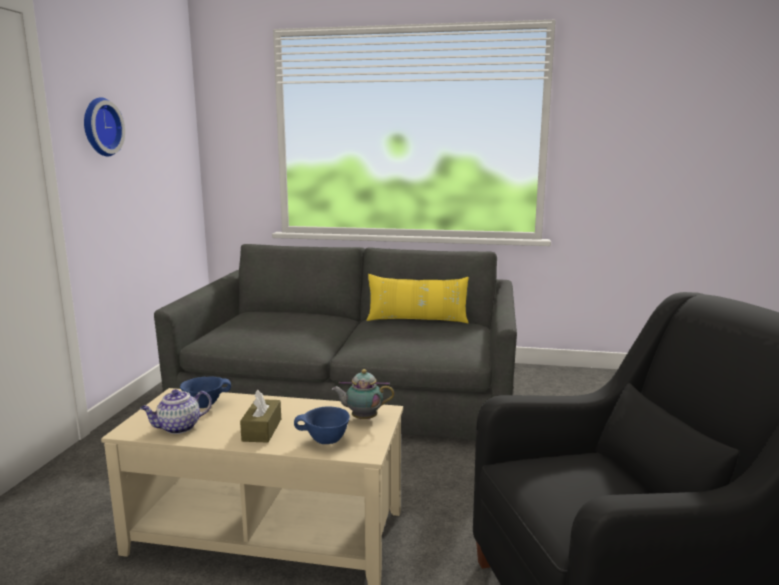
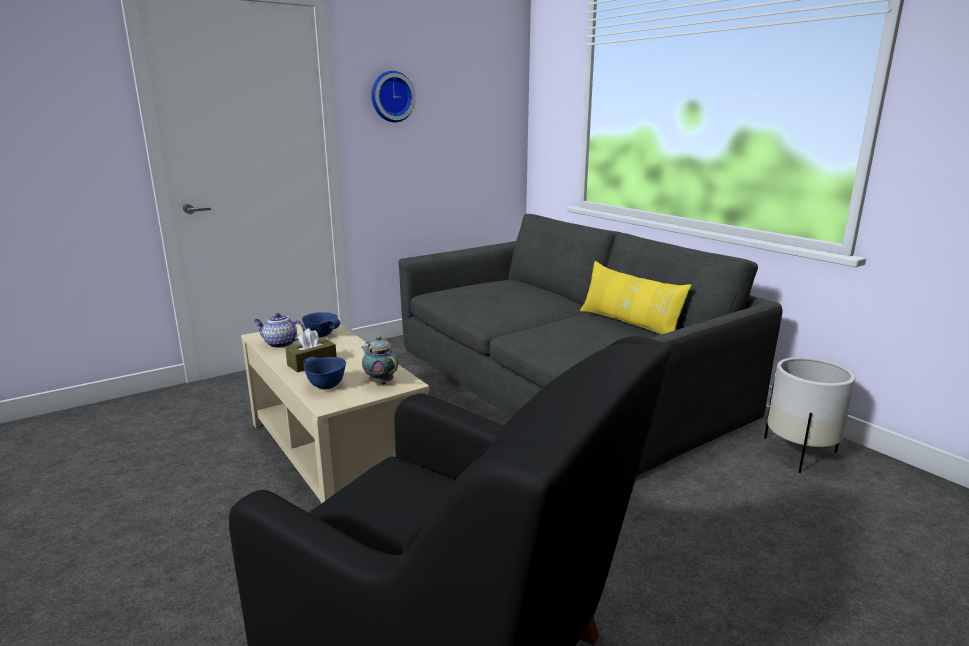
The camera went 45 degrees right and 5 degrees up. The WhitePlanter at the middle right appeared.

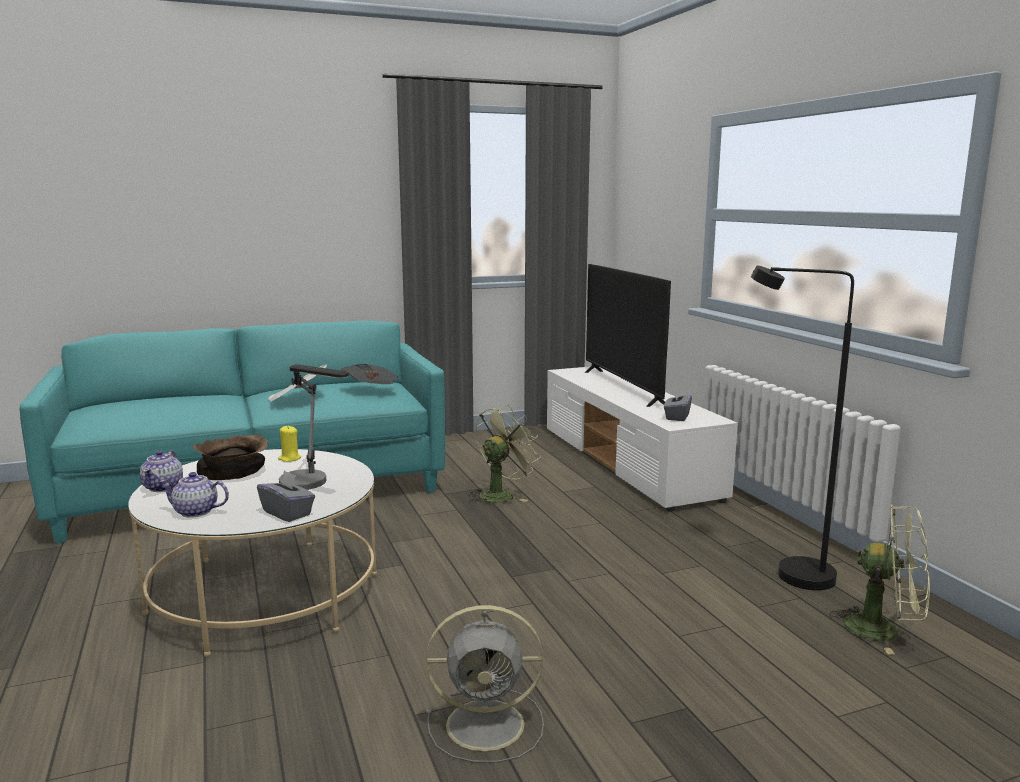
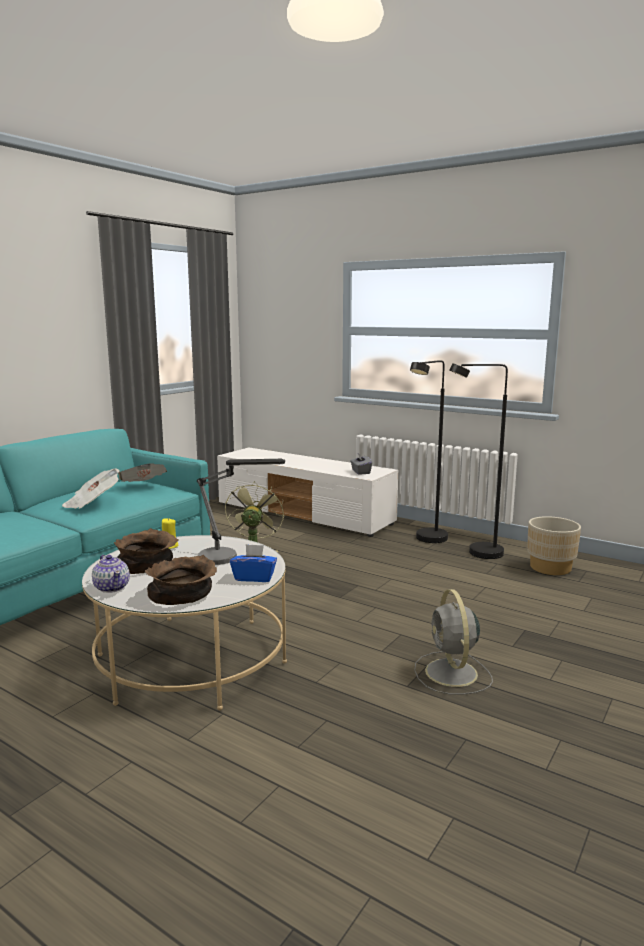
The camera went 35 degrees left and 0 degrees up. The Television at the centre disappeared. The BlackFloorLamp (1st from left) at the centre appeared. The Teapot (2nd from left) at the middle left was replaced by the BrownBowl (2nd from left) at the middle left. The GreenFan (2nd from left) at the bottom right was replaced by the BeigePlanter at the middle right. The GreyTissueBox (1st from left) at the middle left became the BlueTissueBox at the centre. The GreyFan at the bottom centre turned 120 degrees clockwise.

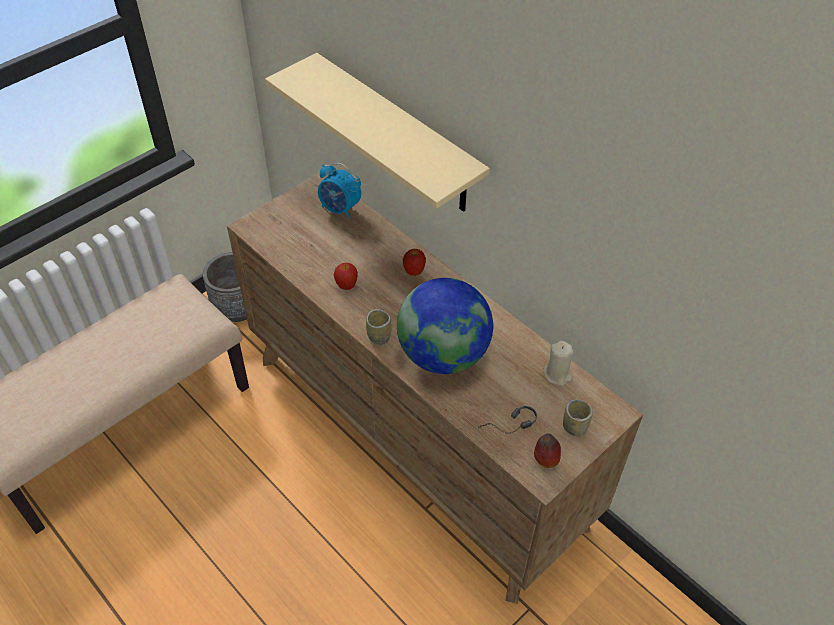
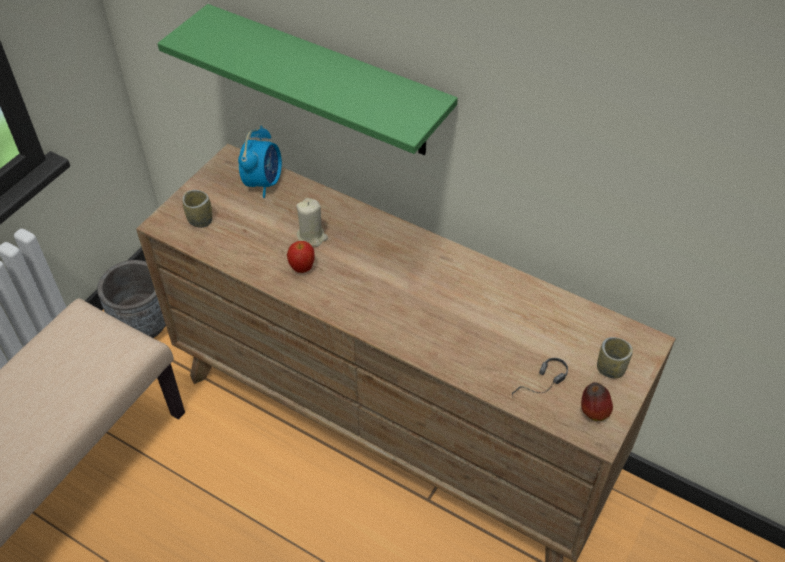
The camera went 15 degrees left and 0 degrees up. The Globe at the centre disappeared. The Apple (2nd from left) at the centre disappeared. The Cup (1st from left) moved from the centre to the middle left. The BeigeCandle moved from the middle right to the centre. The BeigeShelf at the top centre became the GreenShelf at the top centre. The AlarmClock at the top centre turned 90 degrees counterclockwise.

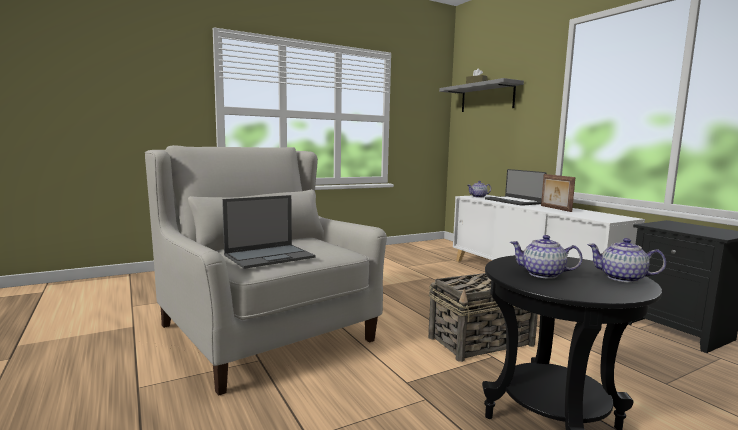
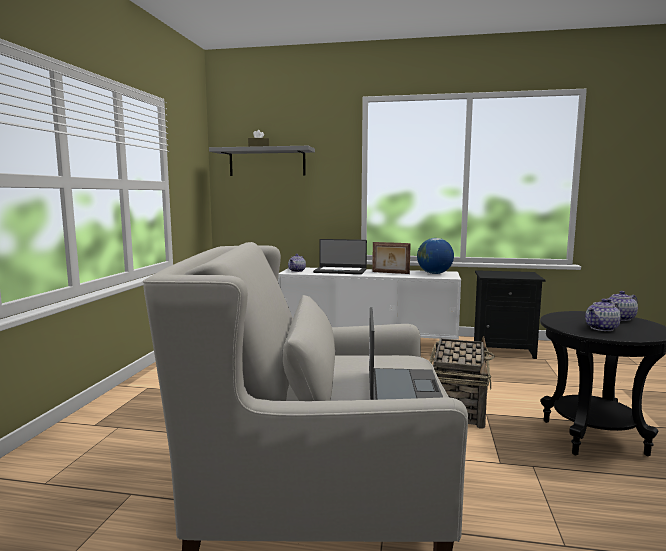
The camera went 50 degrees left and 0 degrees up. The Globe at the centre appeared.

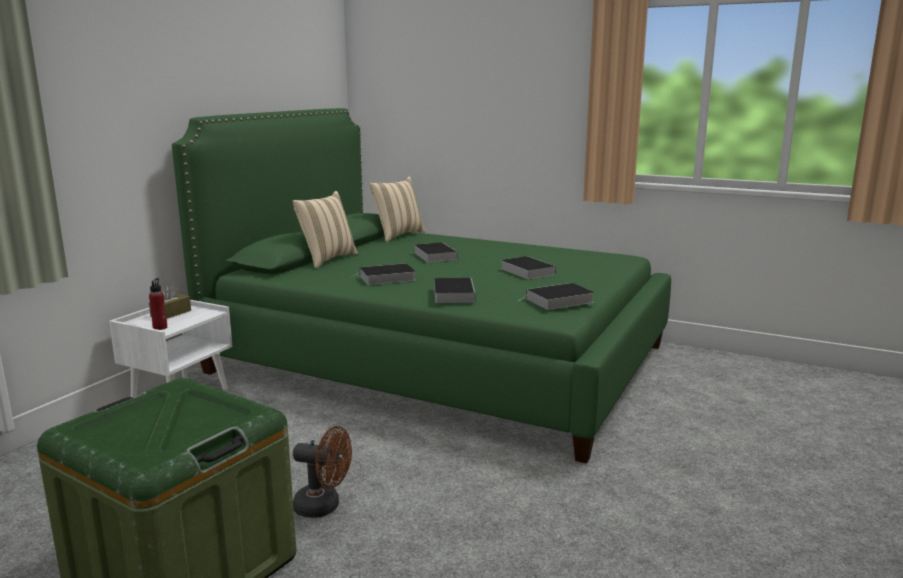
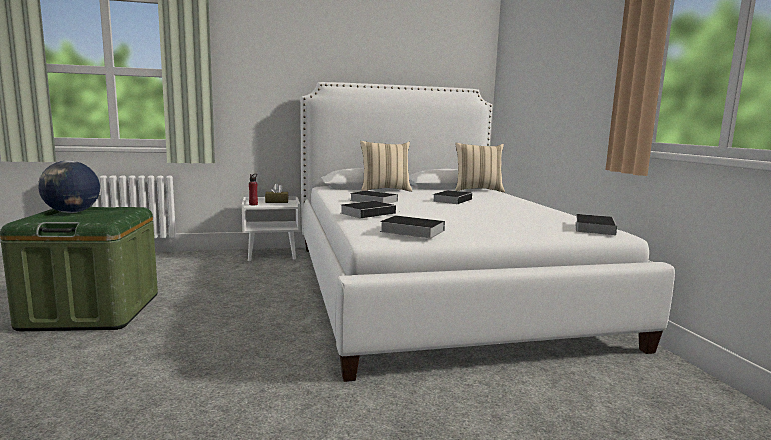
The camera went 50 degrees right and 5 degrees down. The BrownFan at the bottom centre disappeared. The Globe at the middle left appeared. The Book (4th from left in the first image) moved from the centre to the middle right. The GreenBed at the centre became the WhiteBed at the centre.

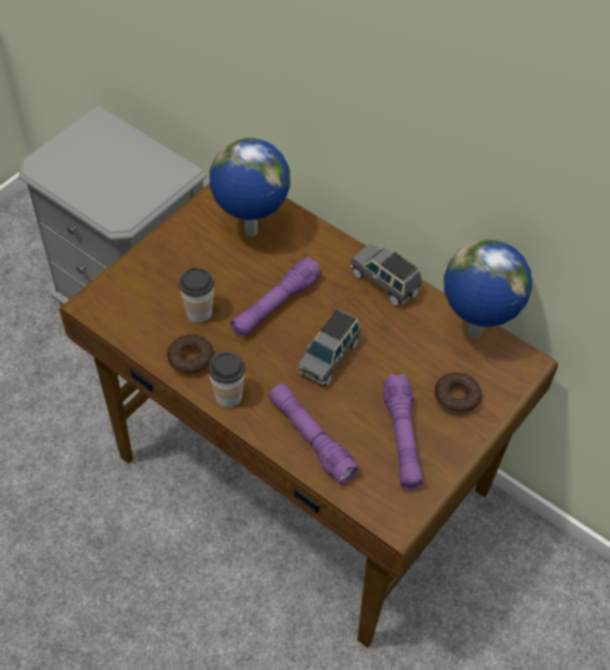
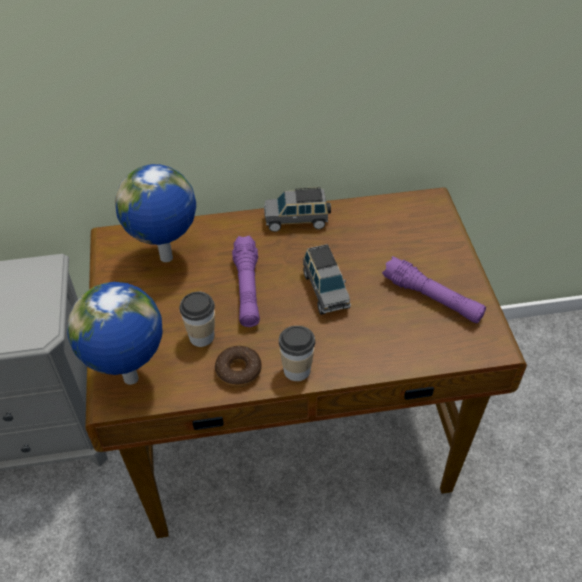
The camera went 45 degrees left and 5 degrees down. The PurpleFlashlight (2nd from left) at the centre disappeared. The Donut (2nd from left) at the middle right disappeared. The Globe (2nd from left in the first image) moved from the middle right to the middle left.

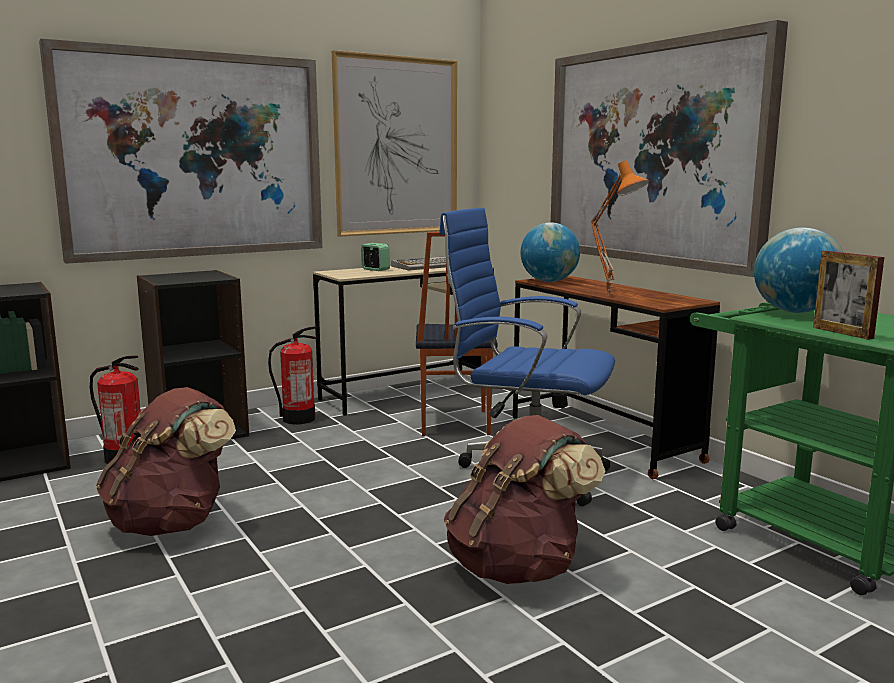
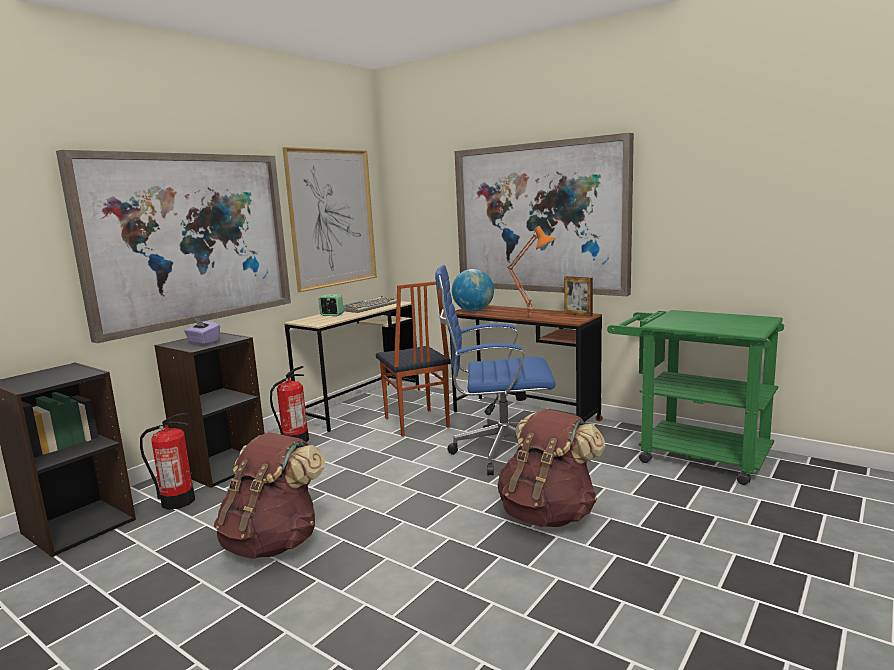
The camera went 20 degrees left and 0 degrees up. The Globe (2nd from left) at the middle right disappeared. The PurpleTissueBox at the middle left appeared. The PictureFrame moved from the middle right to the centre.

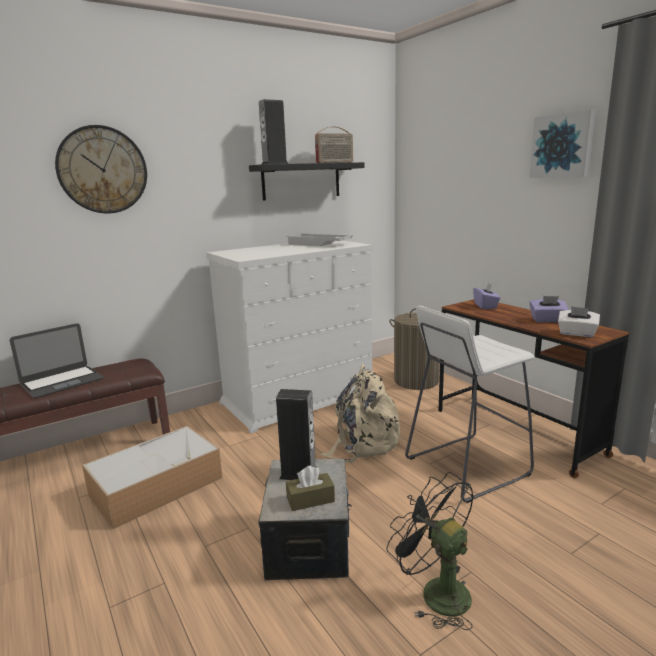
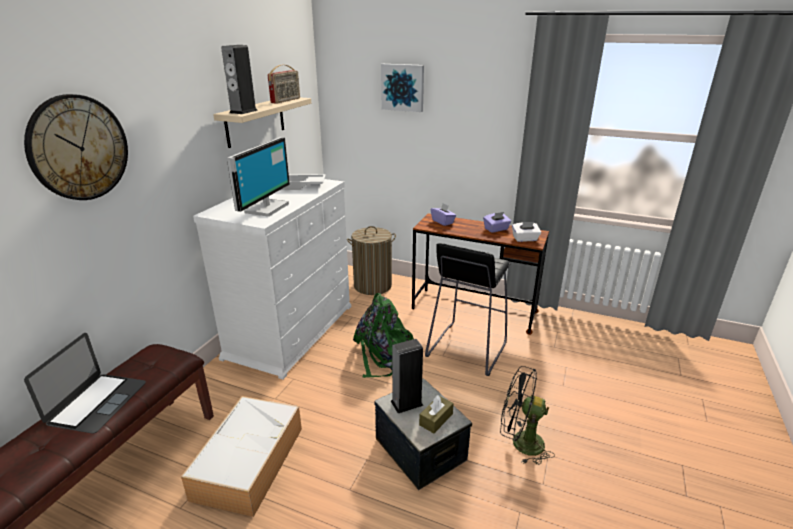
The camera went 35 degrees left and 10 degrees up. The Monitor at the middle left appeared. The Picture moved from the top right to the top centre. The BlackShelf at the top centre became the BeigeShelf at the top left. The BeigeBackpack at the centre became the GreenBackpack at the centre. The WhiteStool at the middle right became the BlackStool at the centre.

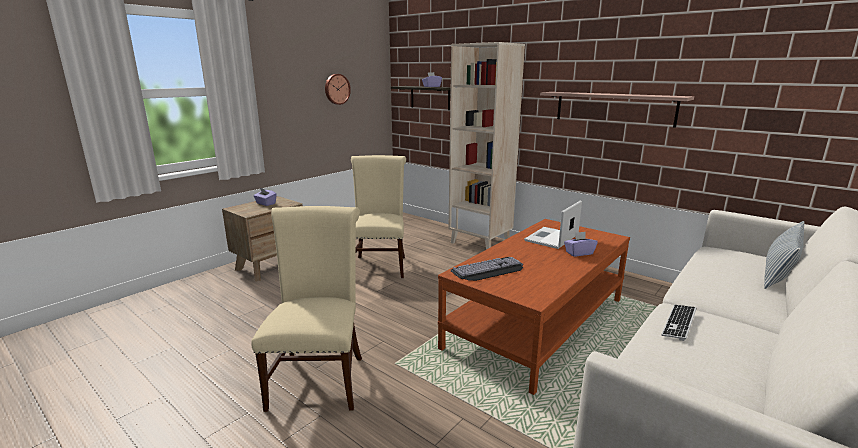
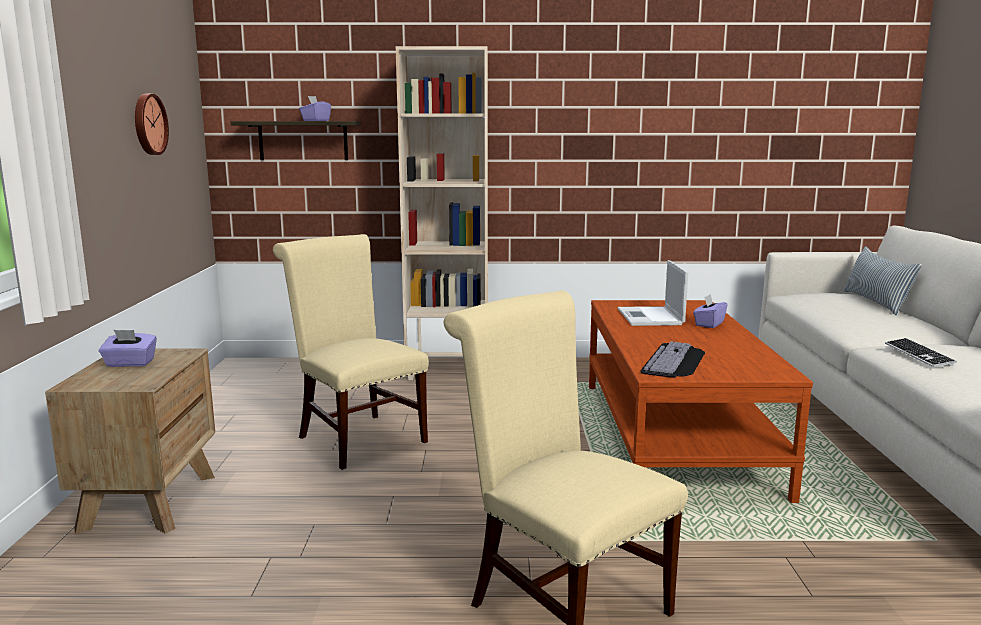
The camera went 40 degrees left and 5 degrees down. The Shelf (2nd from left) at the top right disappeared.

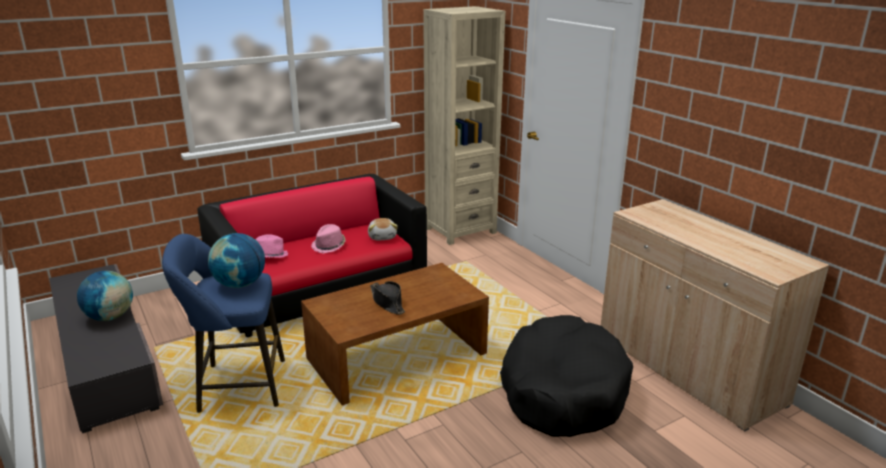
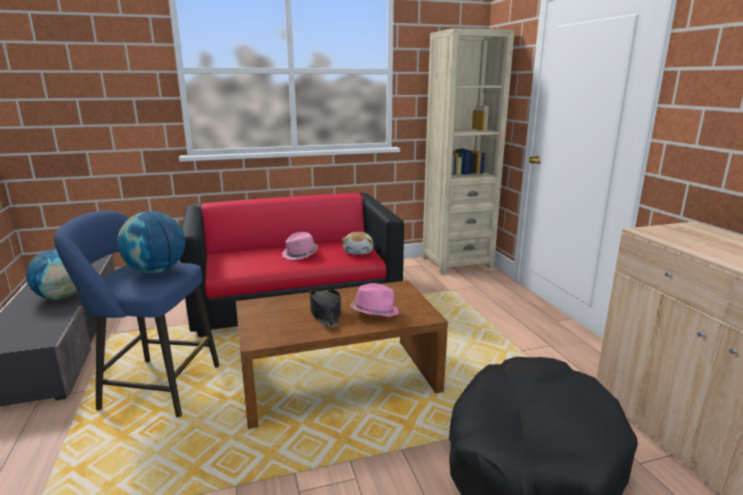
The camera went 15 degrees right and 5 degrees down. The PinkHat (1st from left in the first image) moved from the middle left to the centre.

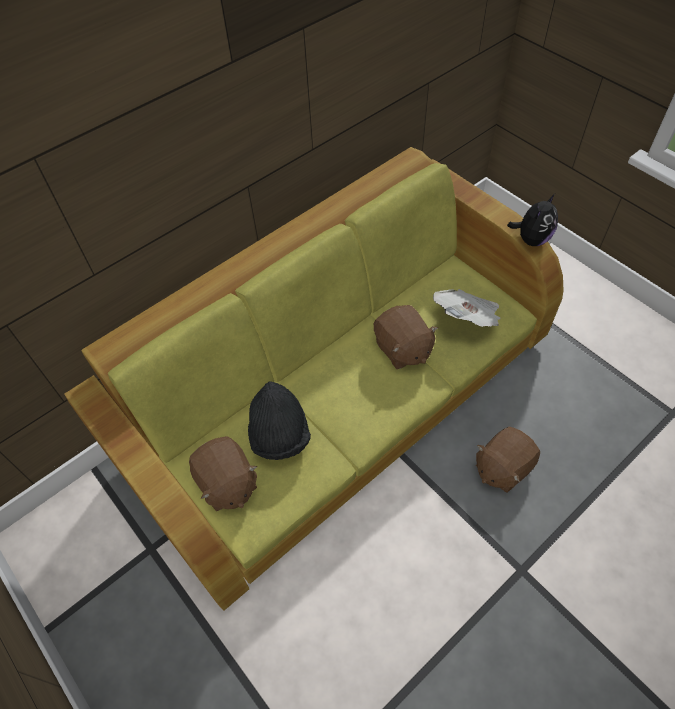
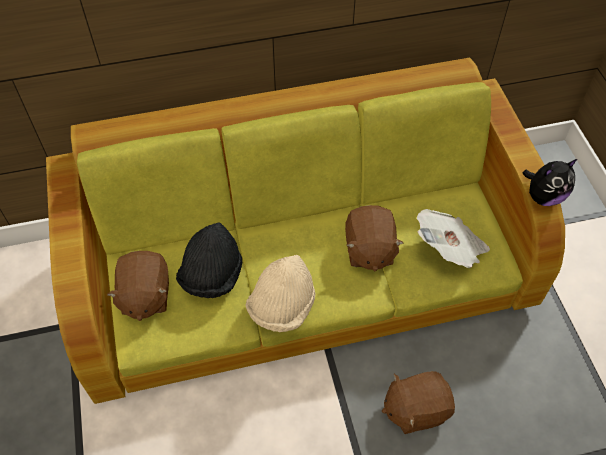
The camera went 25 degrees right and 0 degrees up. The BeigeHat at the centre appeared.

